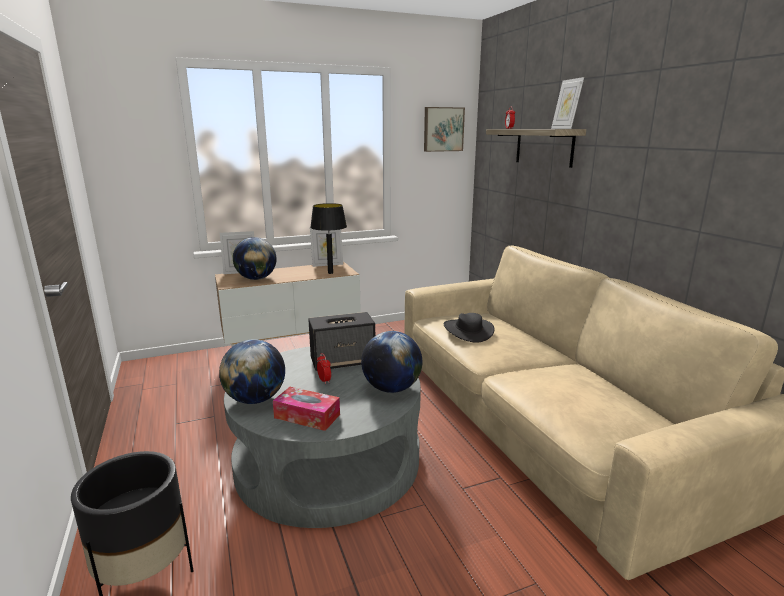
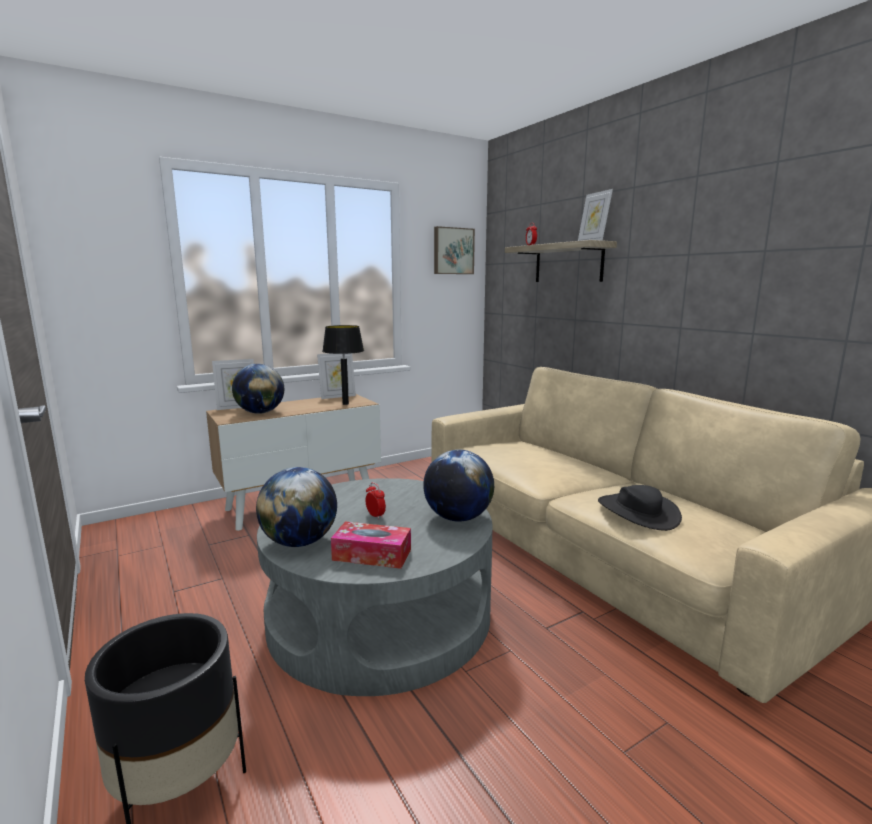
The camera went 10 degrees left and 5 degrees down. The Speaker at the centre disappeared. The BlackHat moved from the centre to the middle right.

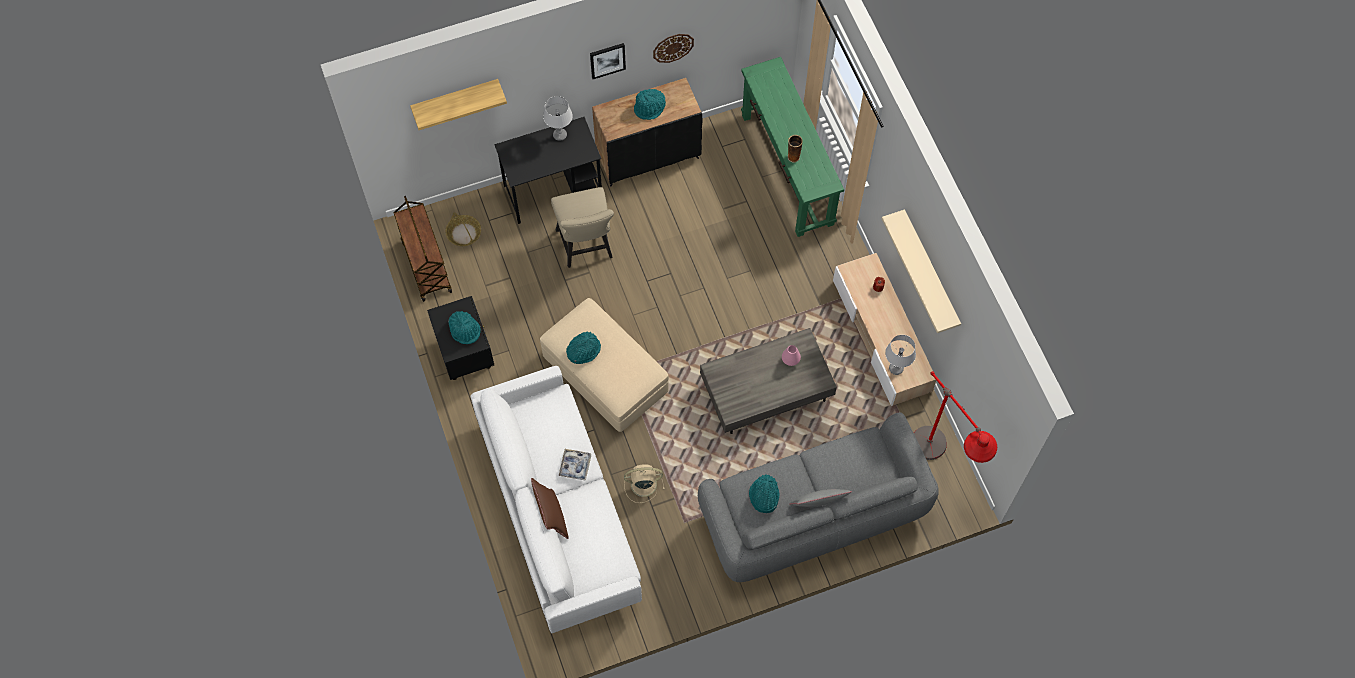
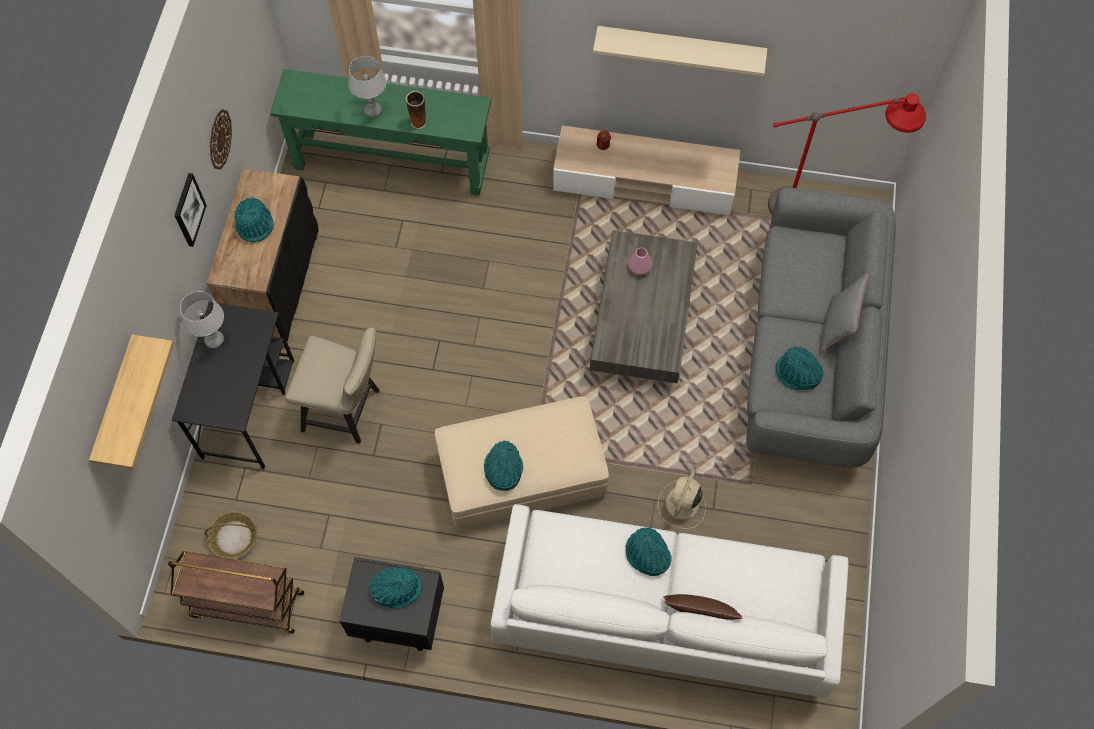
The camera went 60 degrees left and 0 degrees up. The GreyTableLamp (2nd from left) moved from the centre to the top centre. The Tray at the bottom centre was replaced by the TurquoiseHat (4th from left) at the bottom centre.

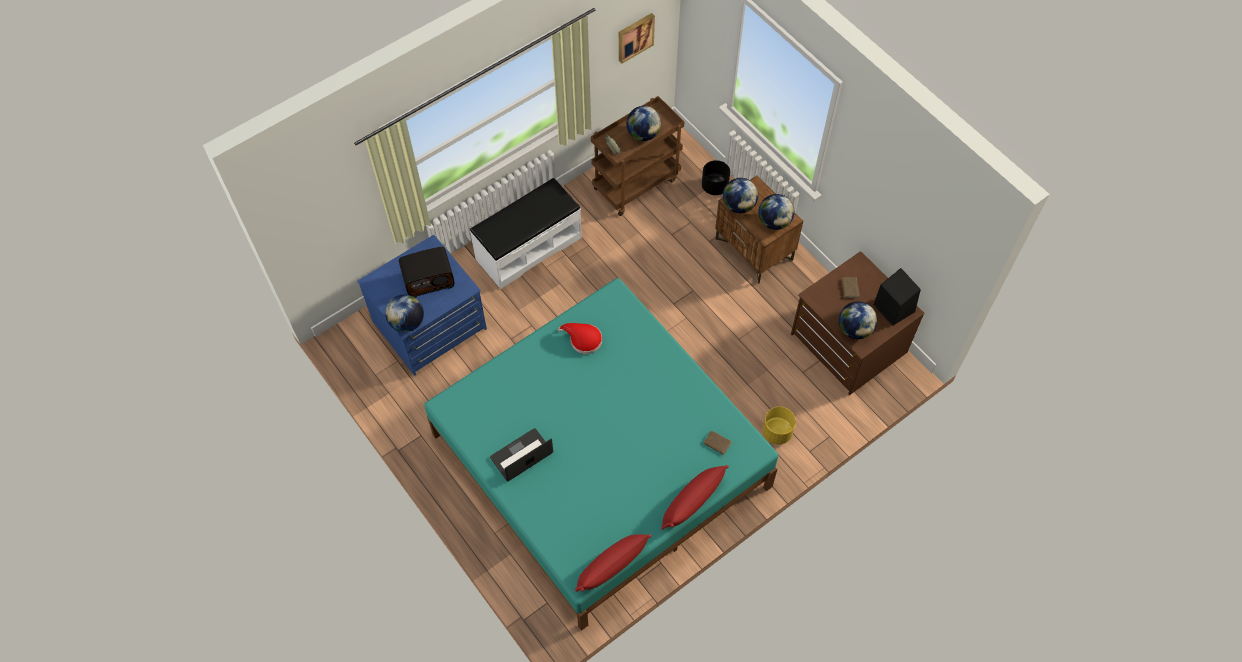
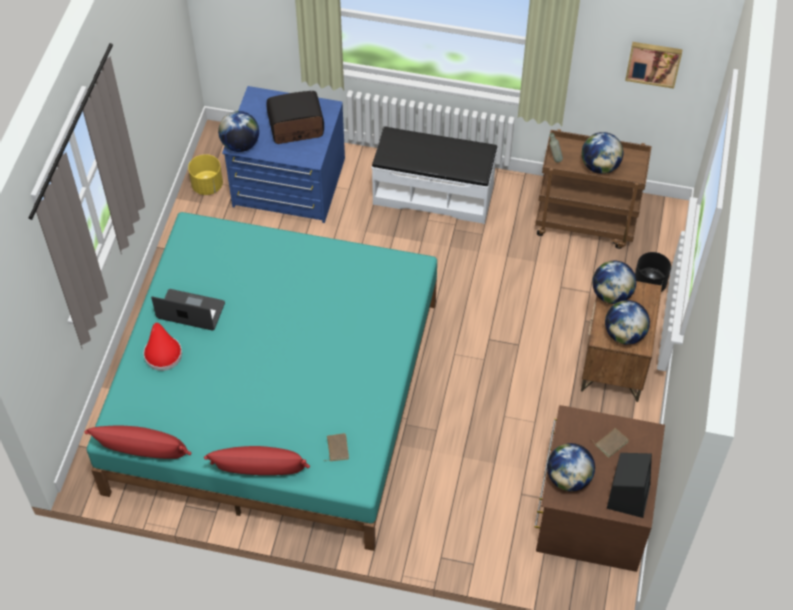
The camera went 50 degrees right and 5 degrees down. The RedHat moved from the centre to the middle left. The YellowPlanter moved from the centre to the top left. The Radio at the centre turned 135 degrees clockwise.

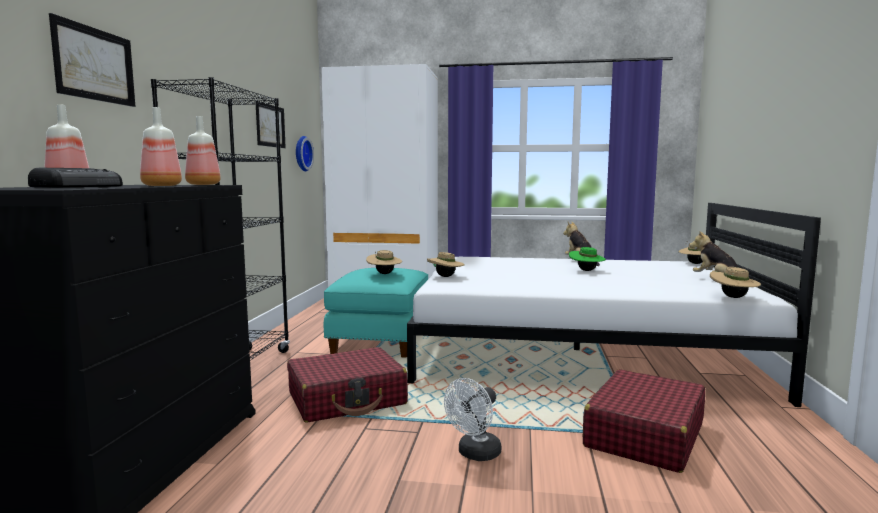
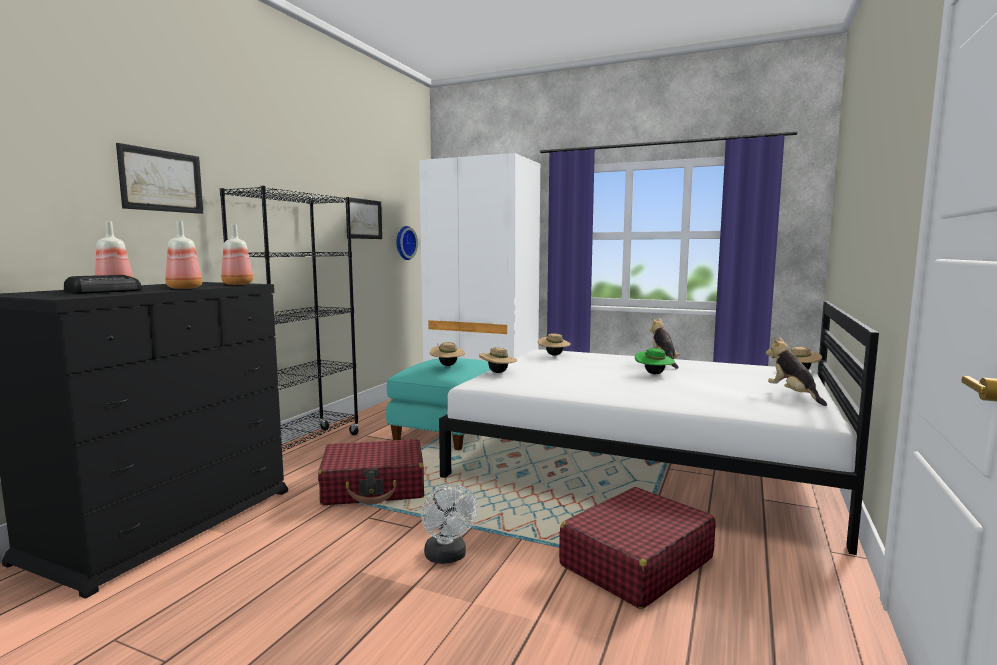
The camera went 15 degrees right and 0 degrees up. The BeigeHat (4th from left in the first image) moved from the middle right to the centre. The WhiteFan at the bottom centre turned 75 degrees counterclockwise.

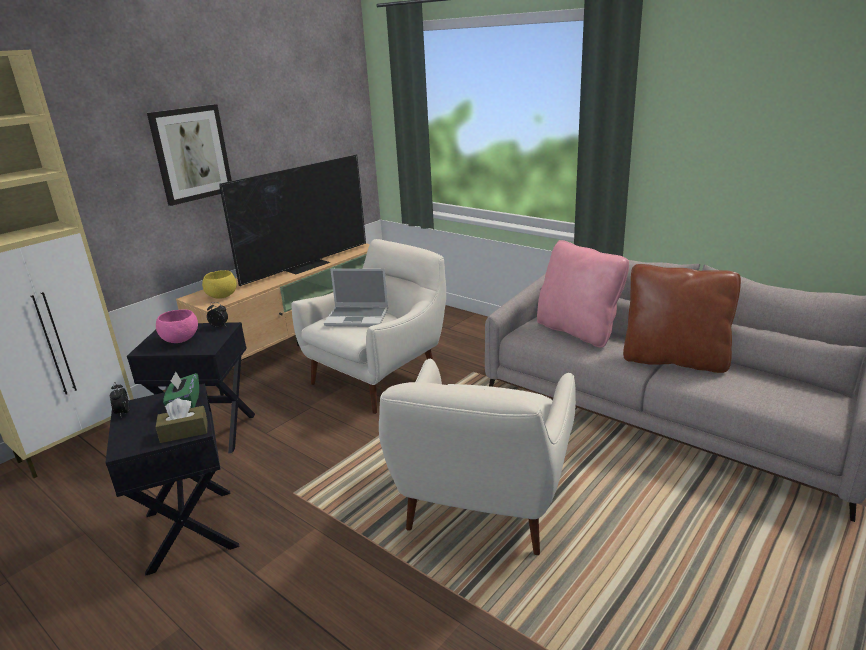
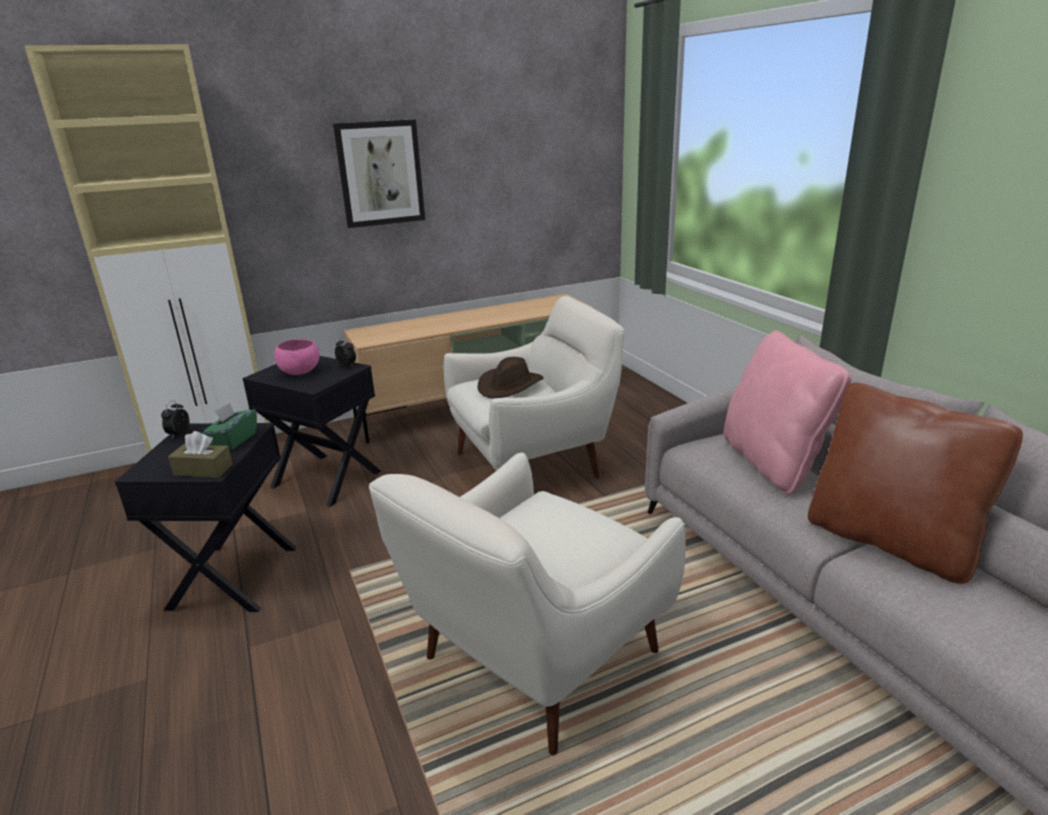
The camera went 25 degrees right and 0 degrees up. The YellowBowl at the middle left disappeared. The Television at the centre disappeared. The Laptop at the centre was replaced by the BrownHat at the centre.

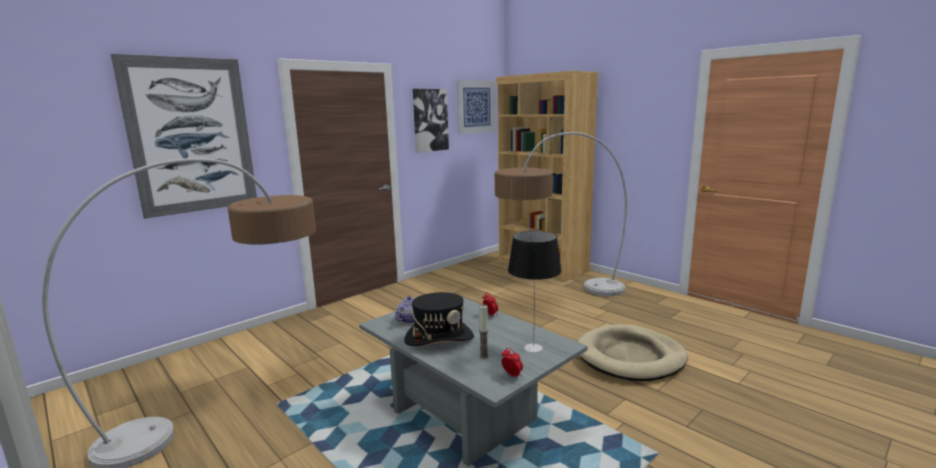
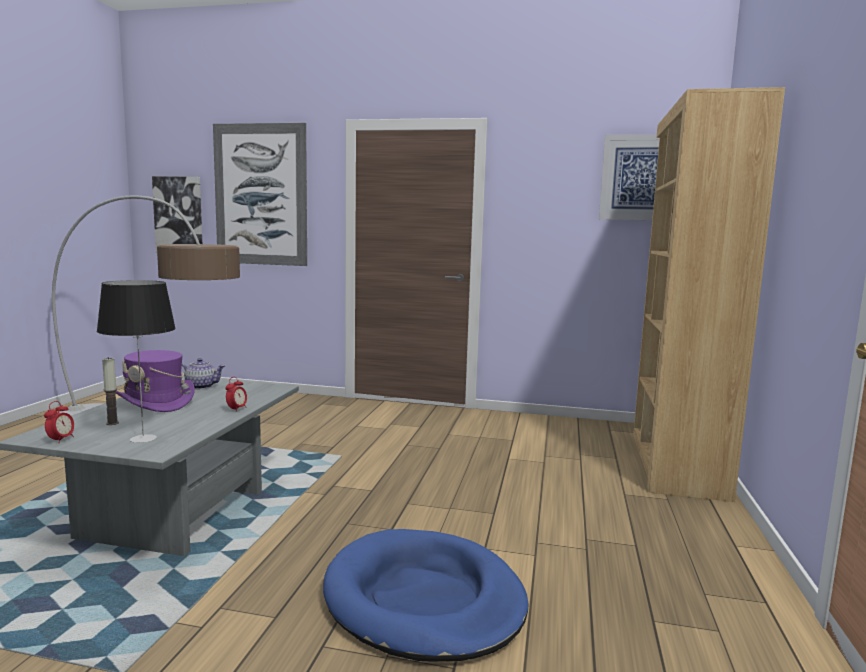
The camera went 55 degrees right and 5 degrees down. The FloorLamp (2nd from left) at the centre disappeared. The Picture (2nd from left in the first image) moved from the top centre to the top left. The BlackHat at the bottom centre became the PurpleHat at the middle left. The BeigeDogBed at the bottom right became the BlueDogBed at the bottom centre.

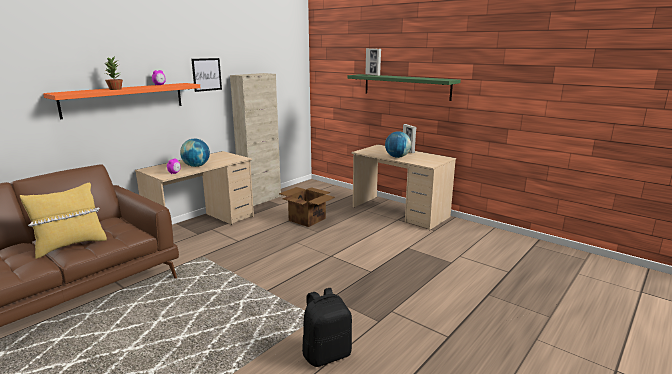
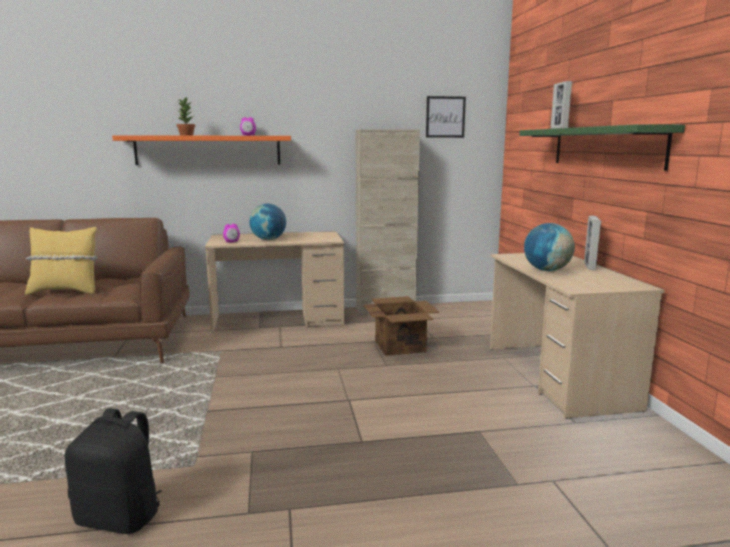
The camera went 40 degrees right and 5 degrees down. The Picture moved from the top left to the top centre.

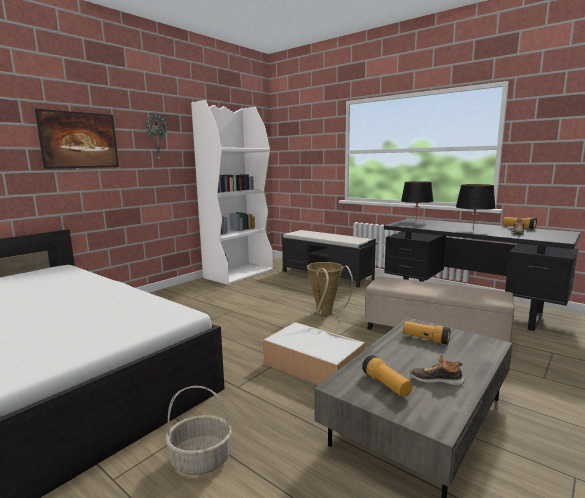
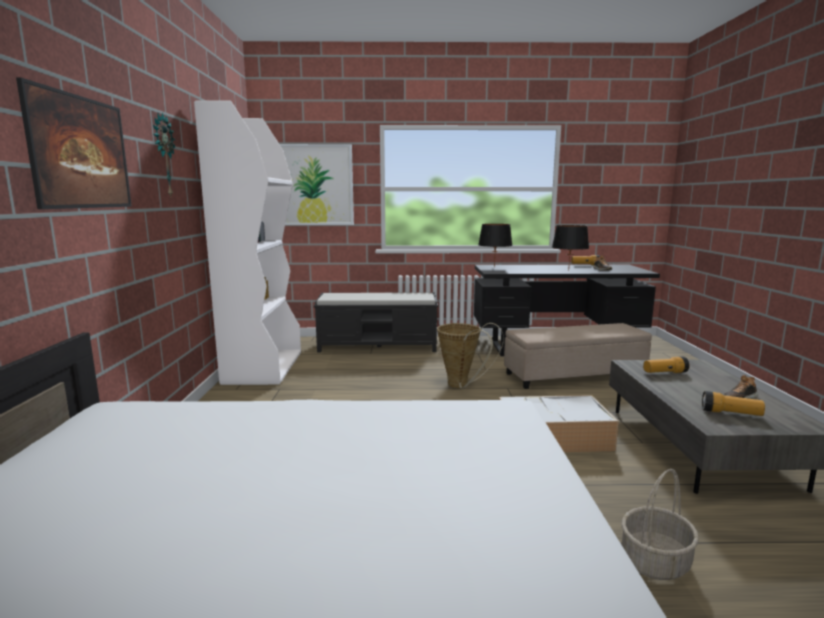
The camera went 40 degrees left and 0 degrees up. The Picture (2nd from left) at the top centre appeared.

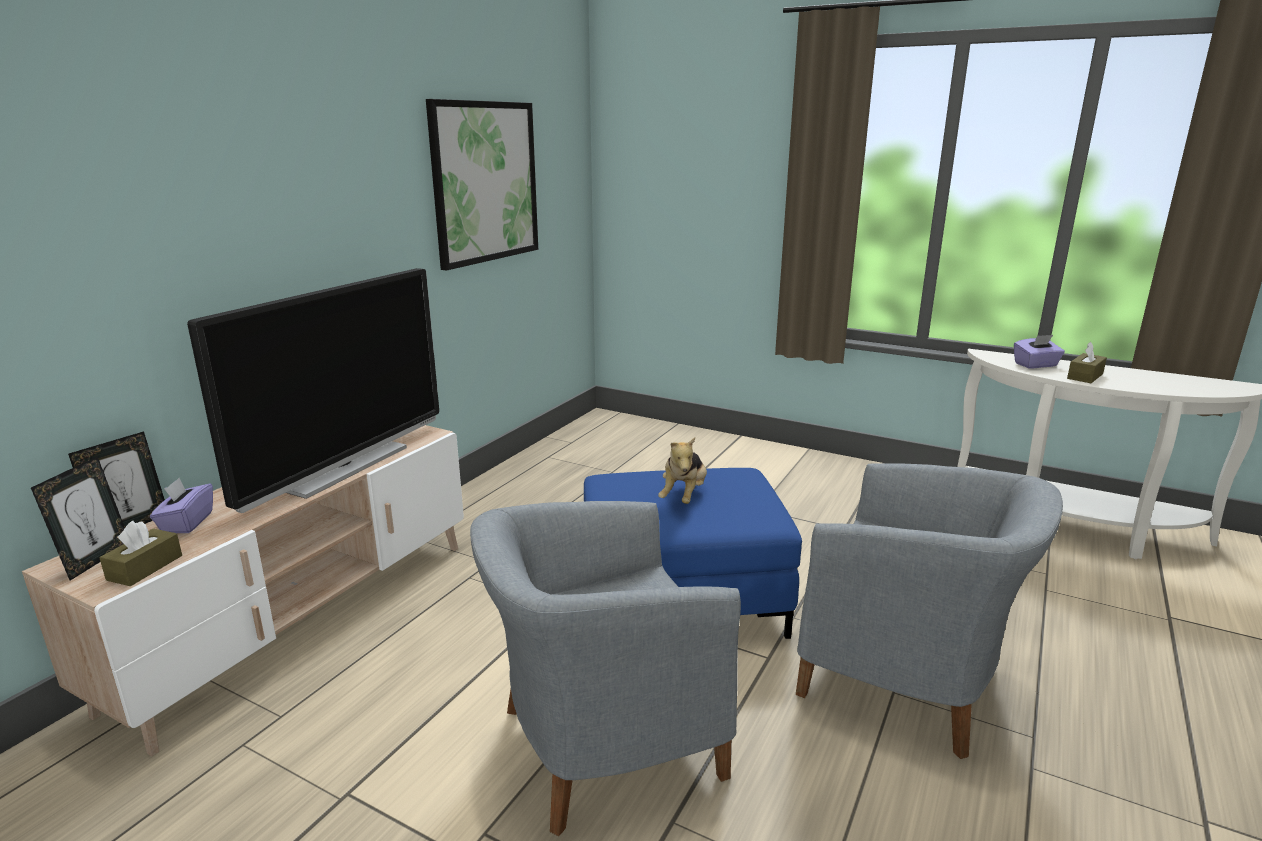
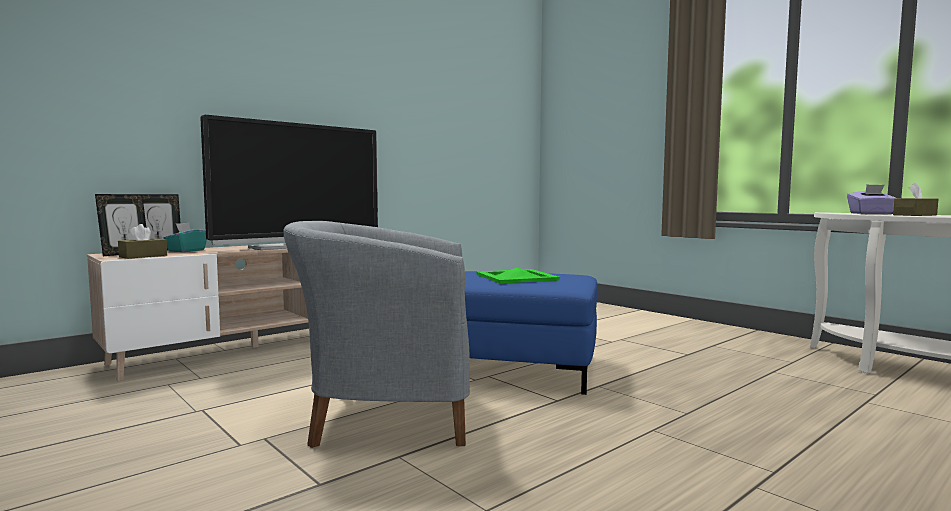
The camera went 20 degrees right and 15 degrees down. The Picture at the top centre disappeared. The GreyArmchair (2nd from left) at the bottom right disappeared. The PlushToy at the centre was replaced by the GreenTray at the centre. The PurpleTissueBox (1st from left) at the middle left became the TurquoiseTissueBox at the middle left.

